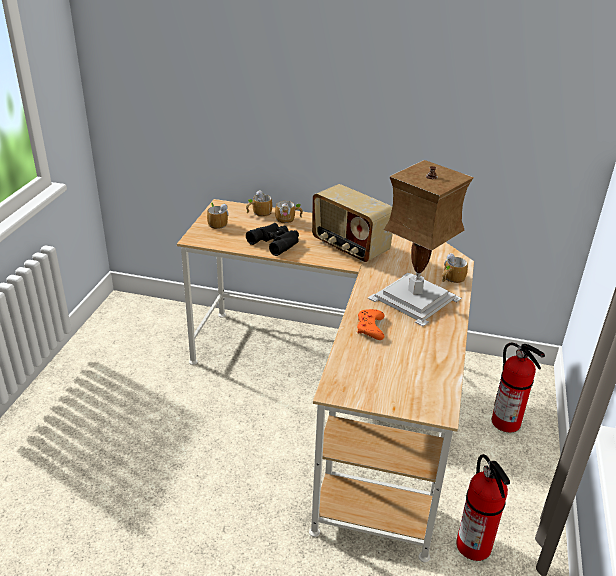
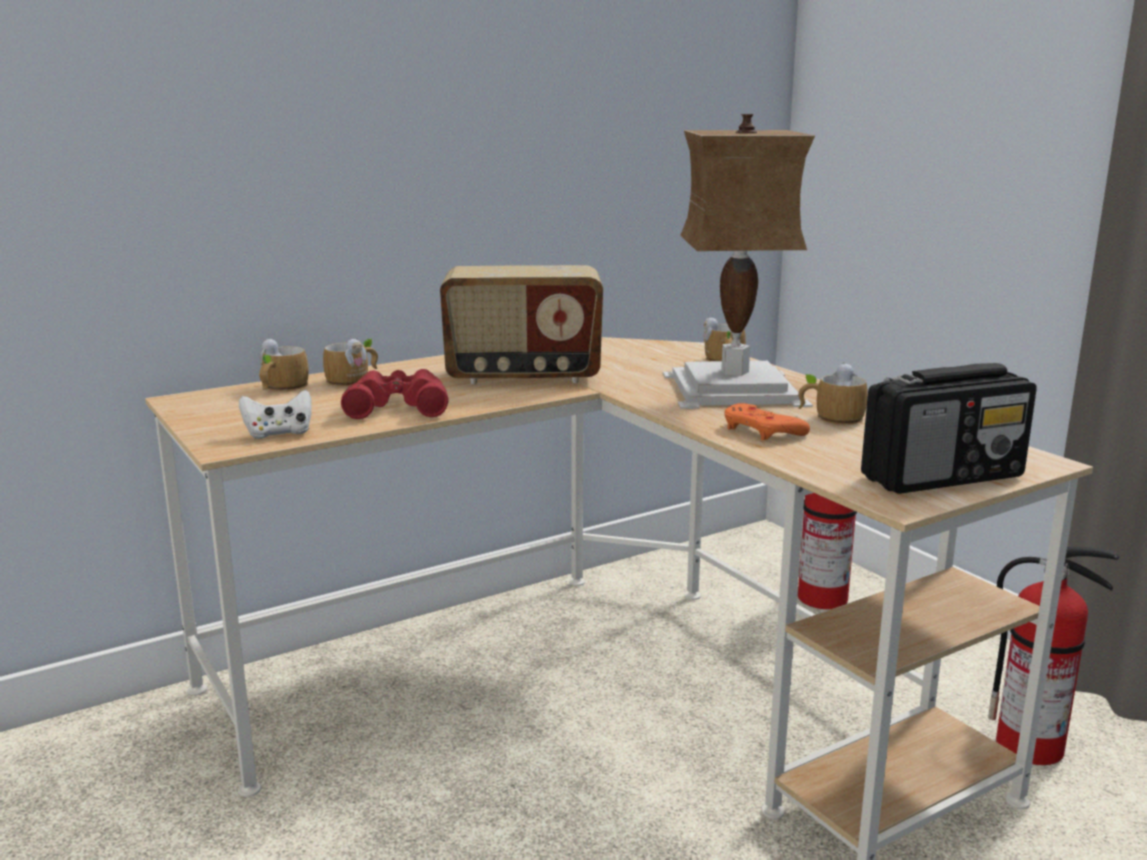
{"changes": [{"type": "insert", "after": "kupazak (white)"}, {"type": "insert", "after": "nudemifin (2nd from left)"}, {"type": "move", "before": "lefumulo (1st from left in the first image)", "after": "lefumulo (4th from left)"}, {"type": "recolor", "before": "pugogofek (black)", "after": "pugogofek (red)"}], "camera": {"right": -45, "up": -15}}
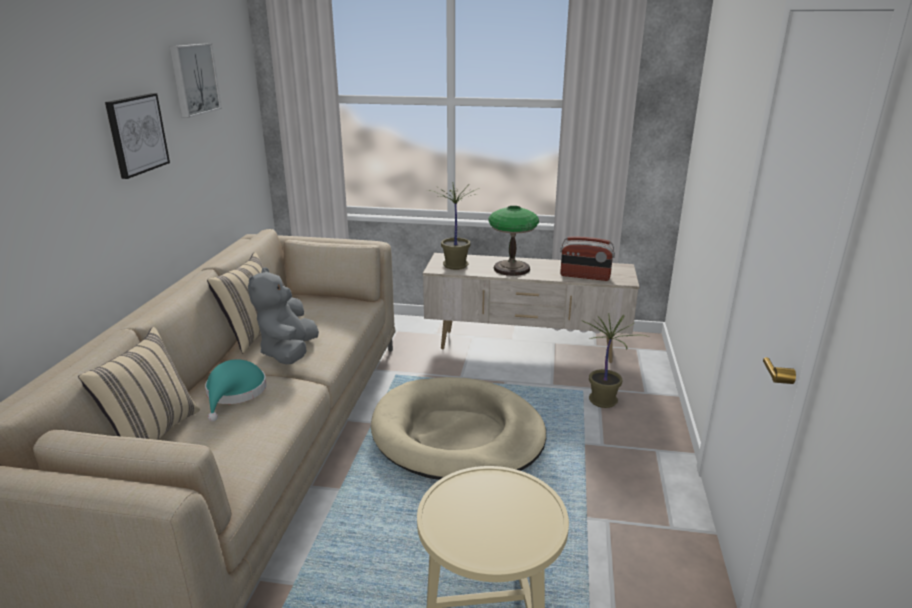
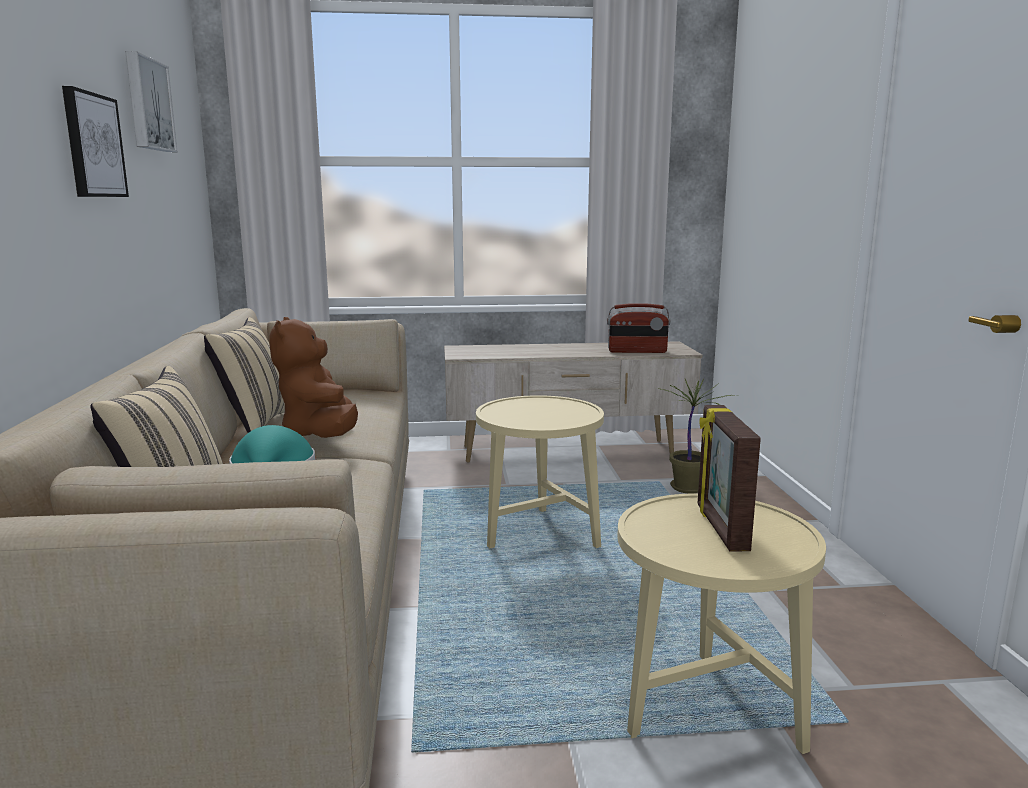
{"changes": [{"type": "delete", "before": "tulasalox (1st from left)"}, {"type": "delete", "before": "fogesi"}, {"type": "insert", "after": "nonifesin"}, {"type": "replace", "before": "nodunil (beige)", "after": "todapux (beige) (1st from left)"}, {"type": "recolor", "before": "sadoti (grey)", "after": "sadoti (brown)"}], "camera": {"right": -15, "up": -10}}
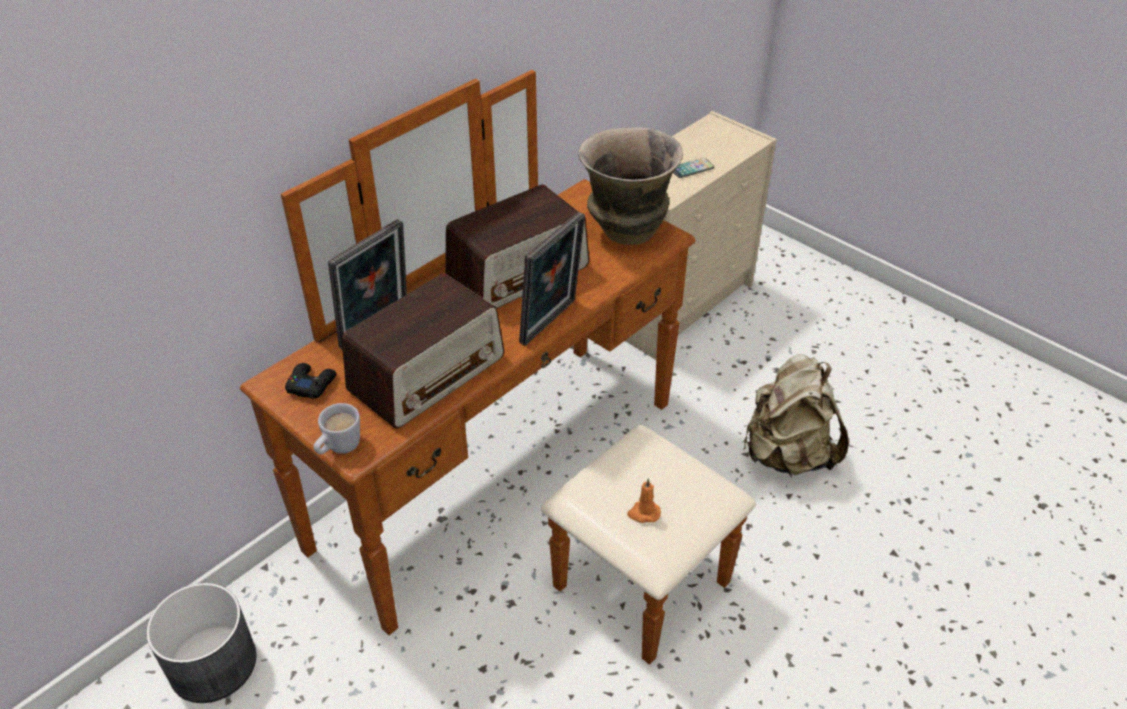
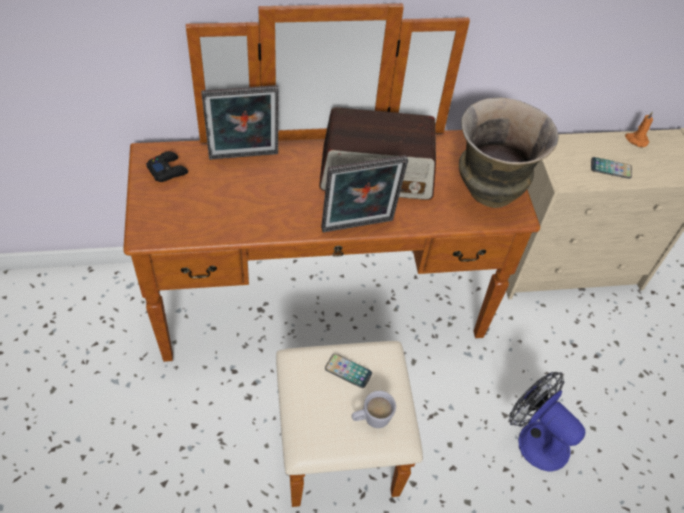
{"changes": [{"type": "delete", "before": "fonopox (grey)"}, {"type": "delete", "before": "nudemifin (1st from left)"}, {"type": "insert", "after": "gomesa (1st from left)"}, {"type": "move", "before": "lefumulo (white)"}, {"type": "move", "before": "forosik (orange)"}, {"type": "replace", "before": "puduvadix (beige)", "after": "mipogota"}], "camera": {"right": 35, "up": 10}}
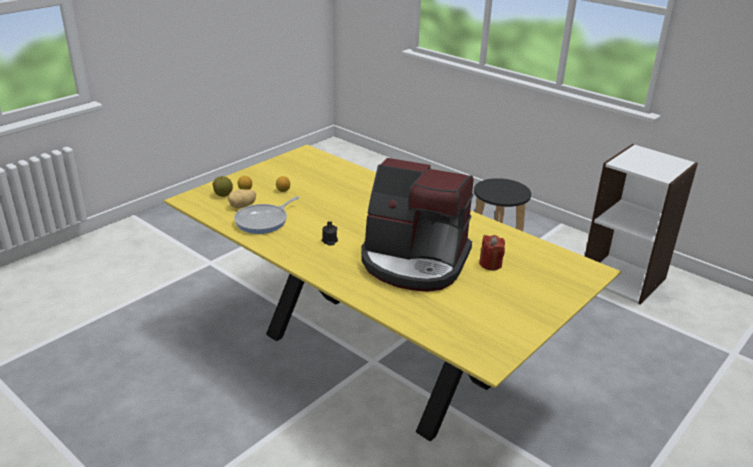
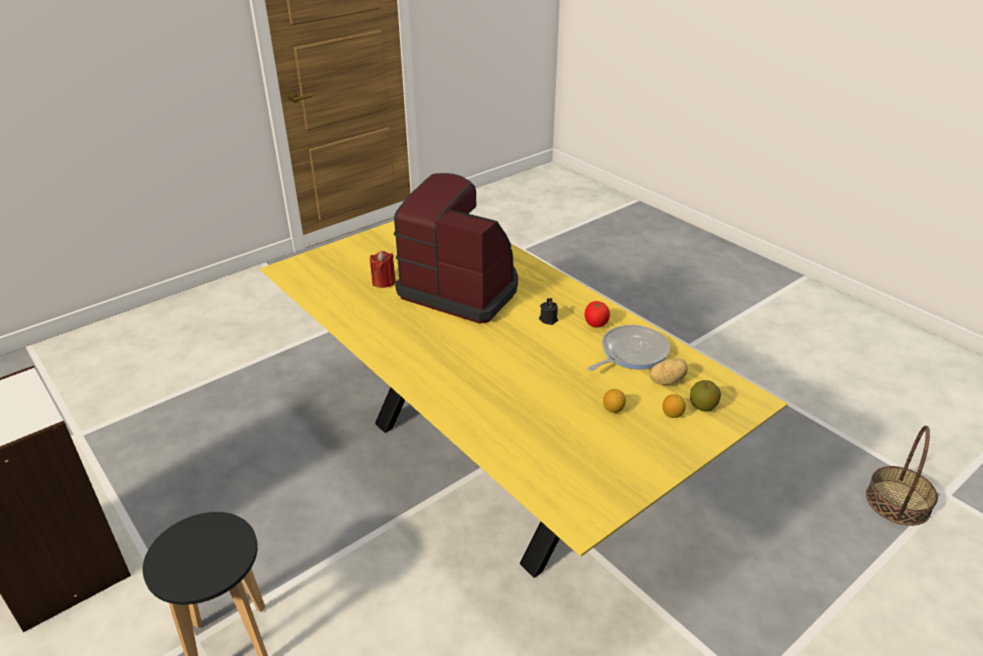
{"changes": [{"type": "insert", "after": "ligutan"}, {"type": "insert", "after": "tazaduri"}], "camera": {"right": -170, "up": 5}}
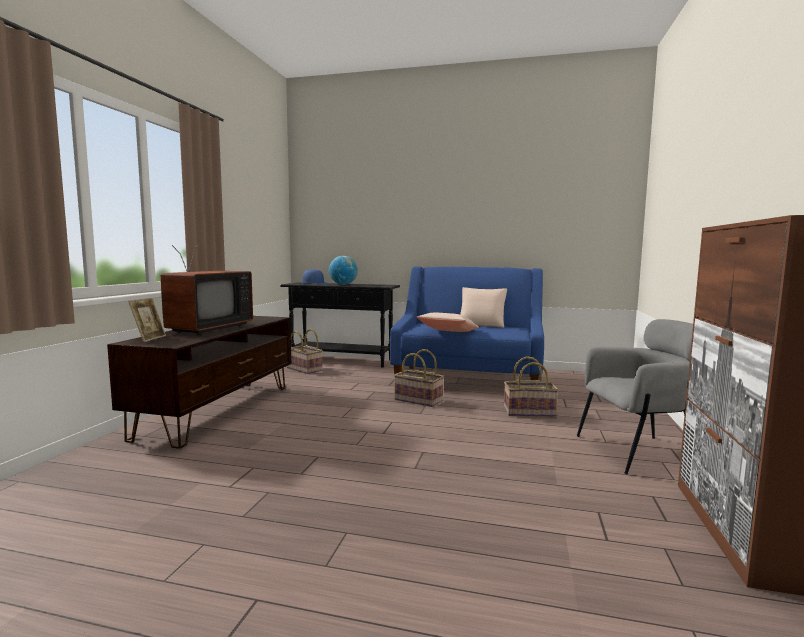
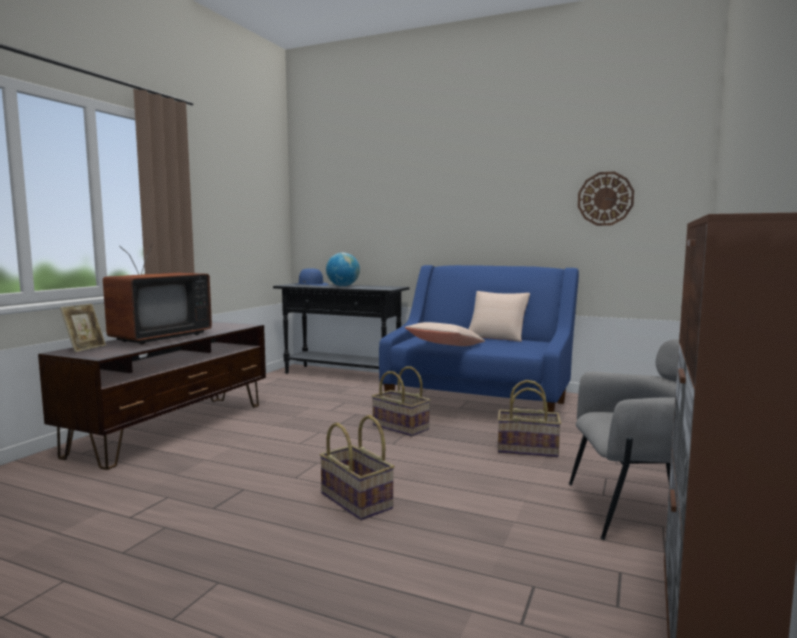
{"changes": [{"type": "insert", "after": "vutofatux"}, {"type": "move", "before": "tazaduri (1st from left)"}], "camera": {"right": 10, "up": 0}}
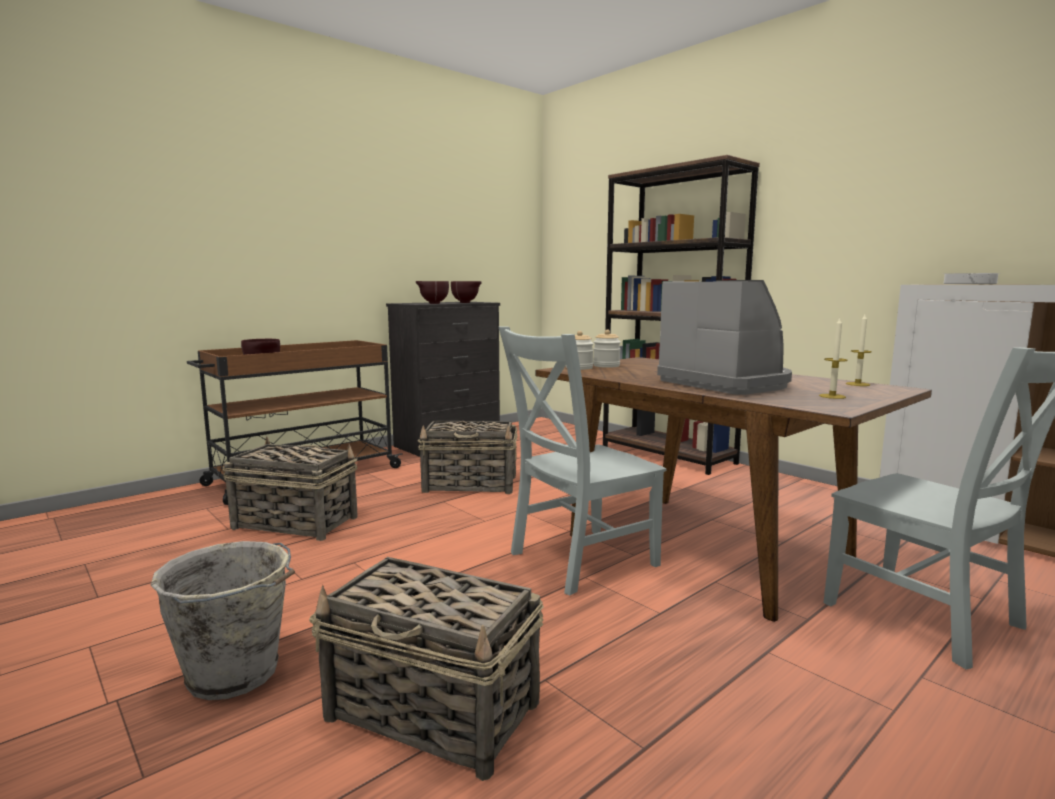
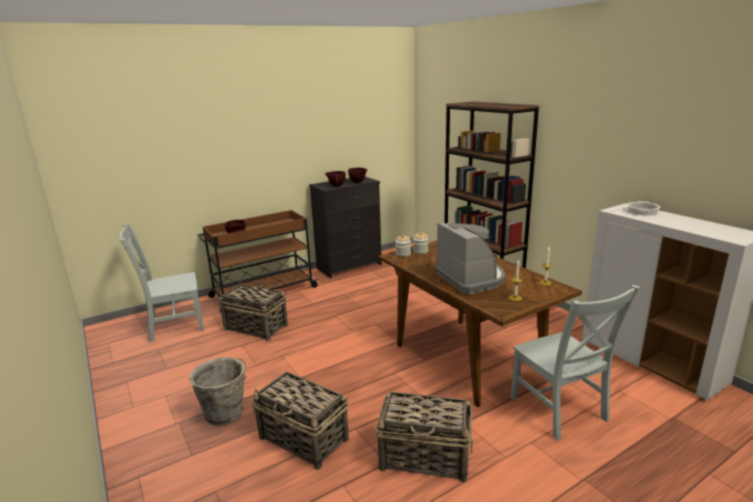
{"changes": [{"type": "move", "before": "tazaduri (3rd from left)"}, {"type": "move", "before": "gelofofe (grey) (1st from left)"}], "camera": {"right": 10, "up": 10}}
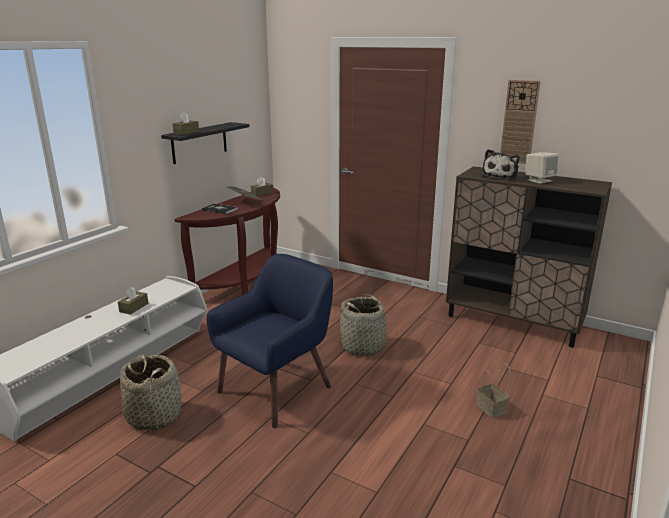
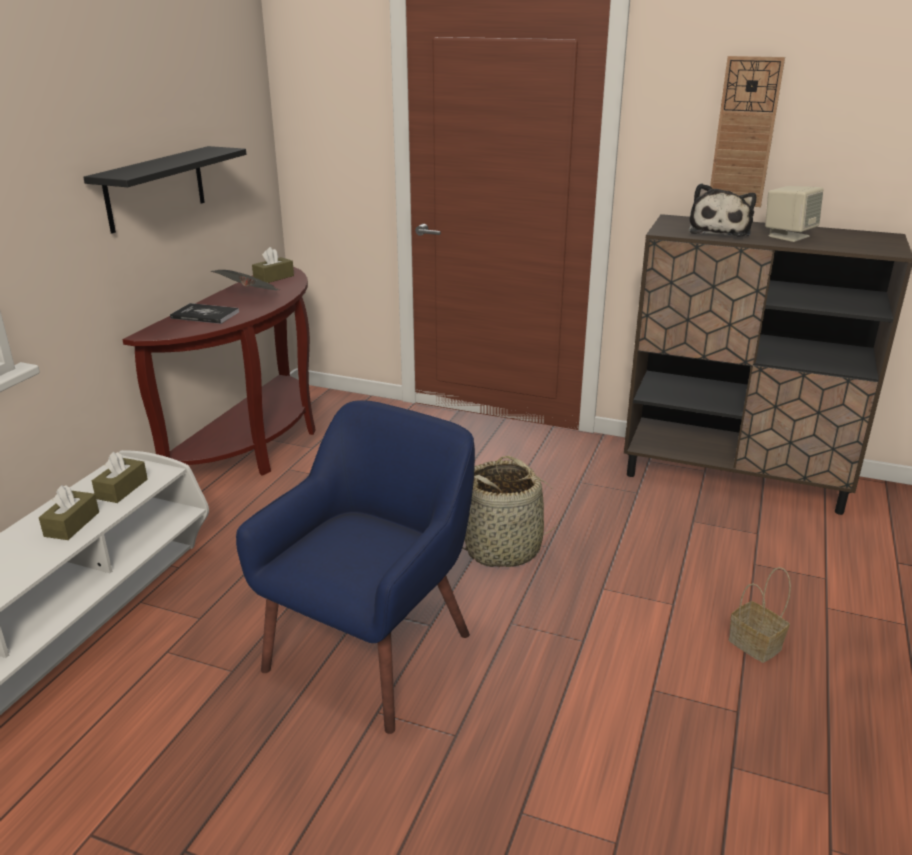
{"changes": [{"type": "delete", "before": "tazaduri (1st from left)"}, {"type": "move", "before": "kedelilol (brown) (2nd from left)"}], "camera": {"right": -10, "up": 5}}
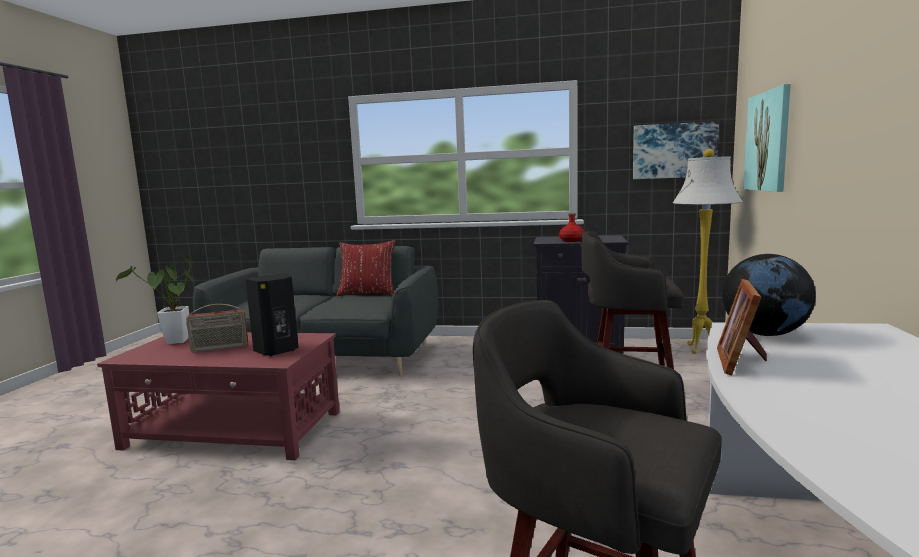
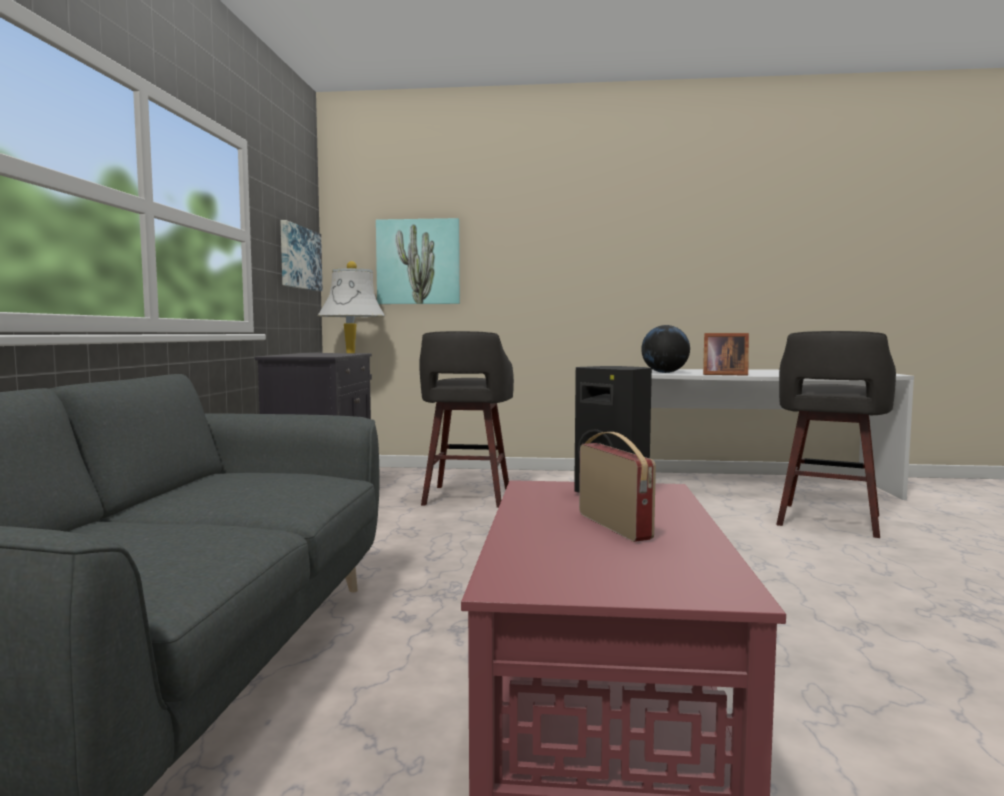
{"changes": [{"type": "delete", "before": "tulasalox"}, {"type": "delete", "before": "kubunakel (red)"}, {"type": "delete", "before": "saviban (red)"}], "camera": {"right": -95, "up": -5}}
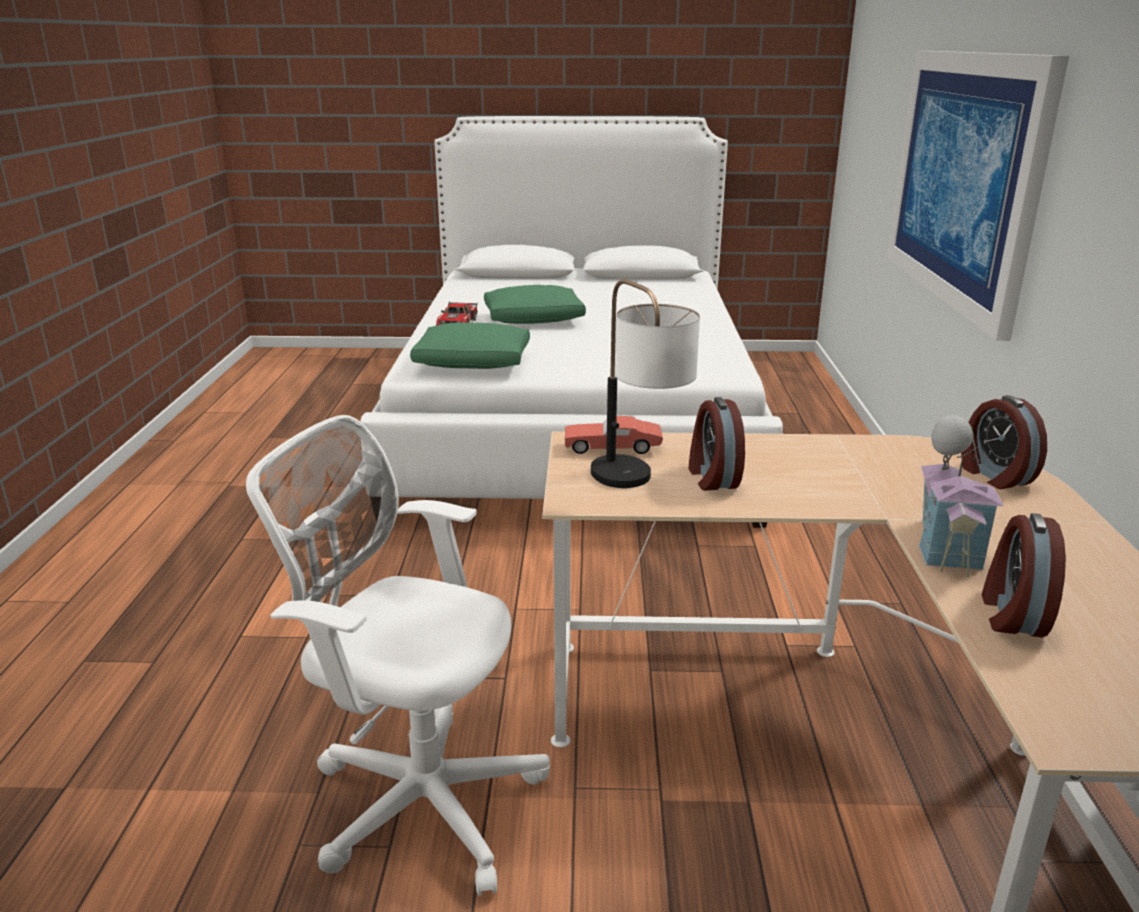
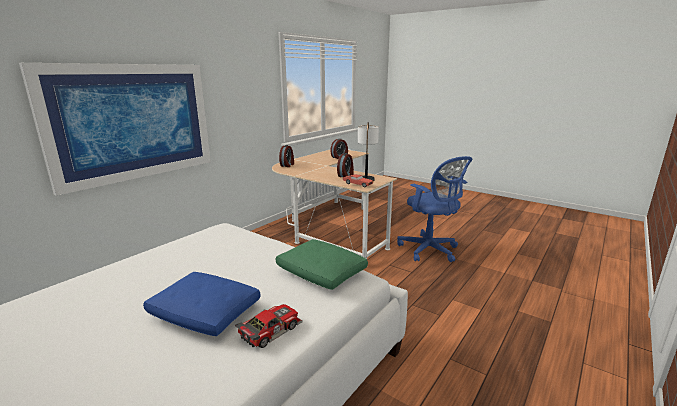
{"changes": [{"type": "delete", "before": "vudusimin"}, {"type": "recolor", "before": "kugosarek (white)", "after": "kugosarek (blue)"}, {"type": "recolor", "before": "kubunakel (green) (2nd from left)", "after": "kubunakel (blue)"}], "camera": {"right": -145, "up": -5}}
